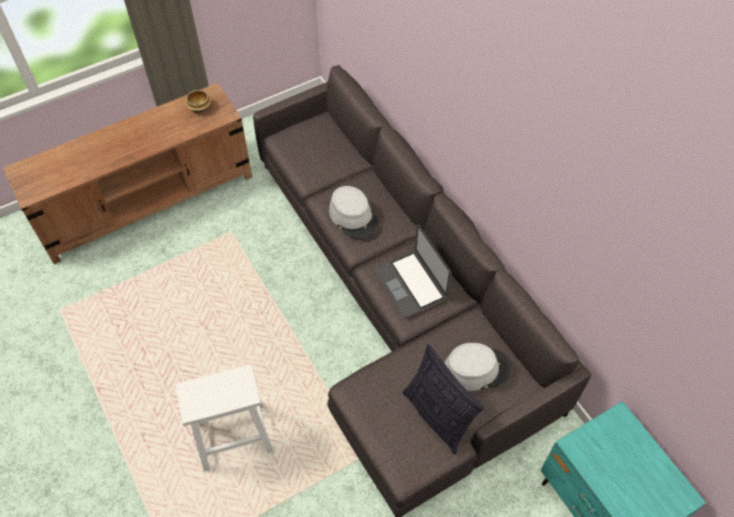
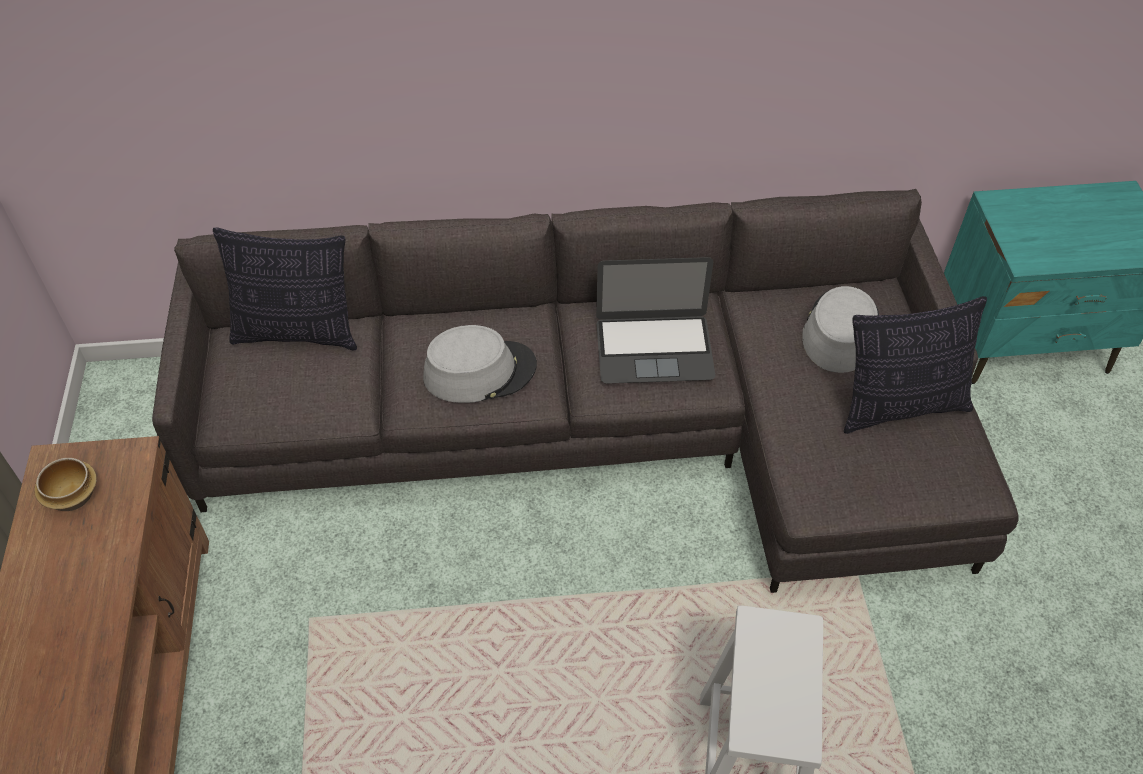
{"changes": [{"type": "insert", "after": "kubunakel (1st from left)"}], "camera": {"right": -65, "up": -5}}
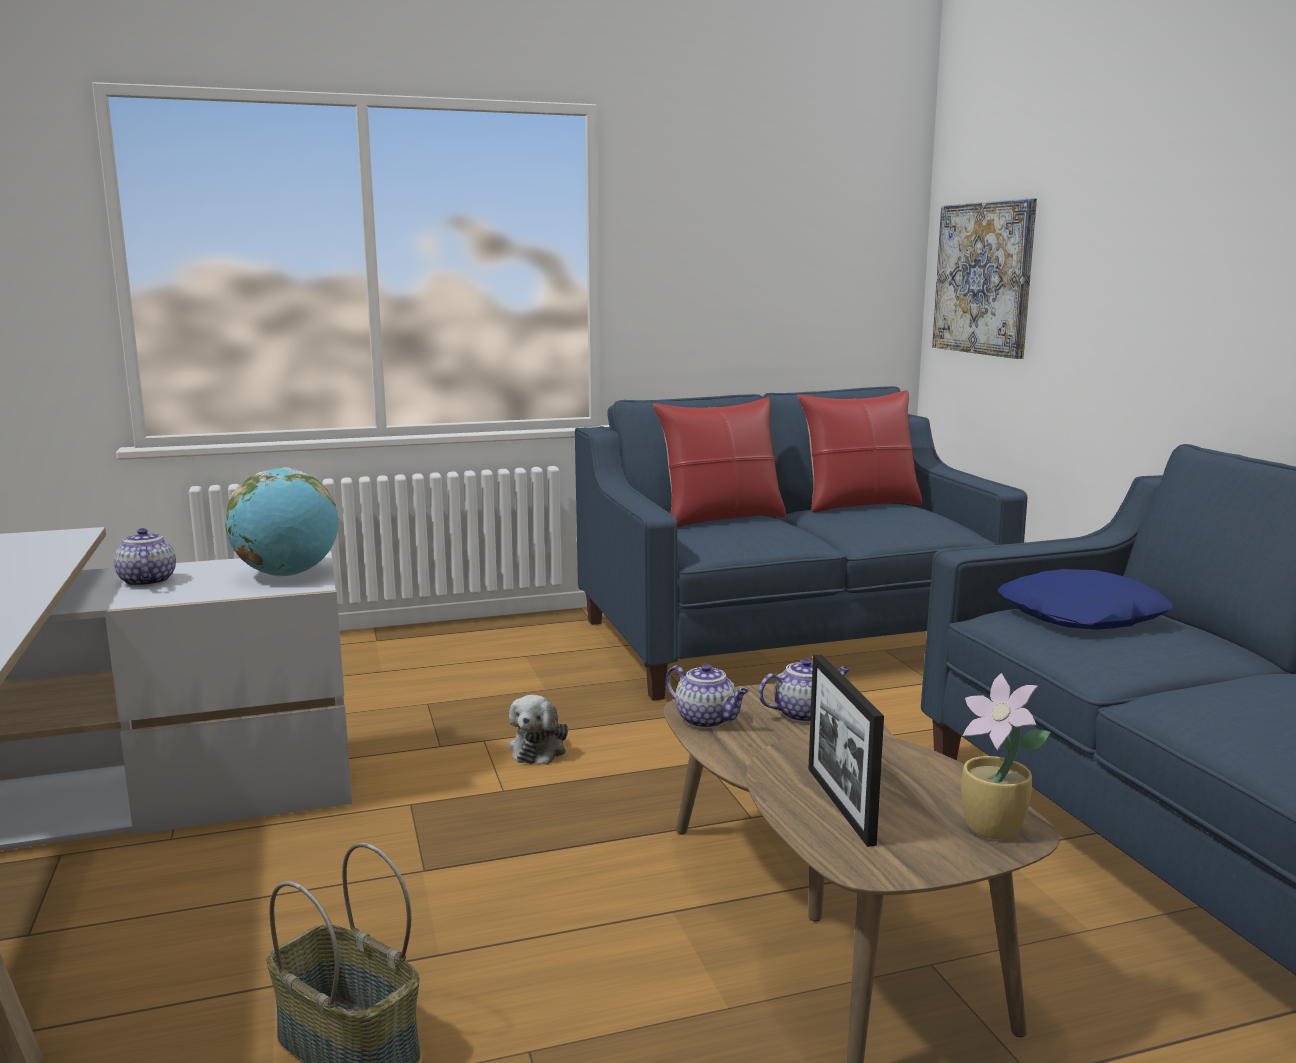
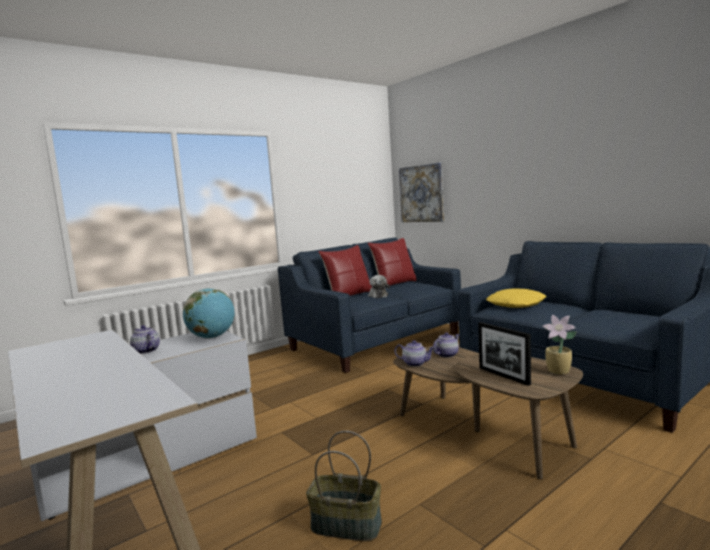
{"changes": [{"type": "move", "before": "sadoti"}, {"type": "recolor", "before": "kubunakel (blue)", "after": "kubunakel (yellow)"}], "camera": {"right": -20, "up": -5}}
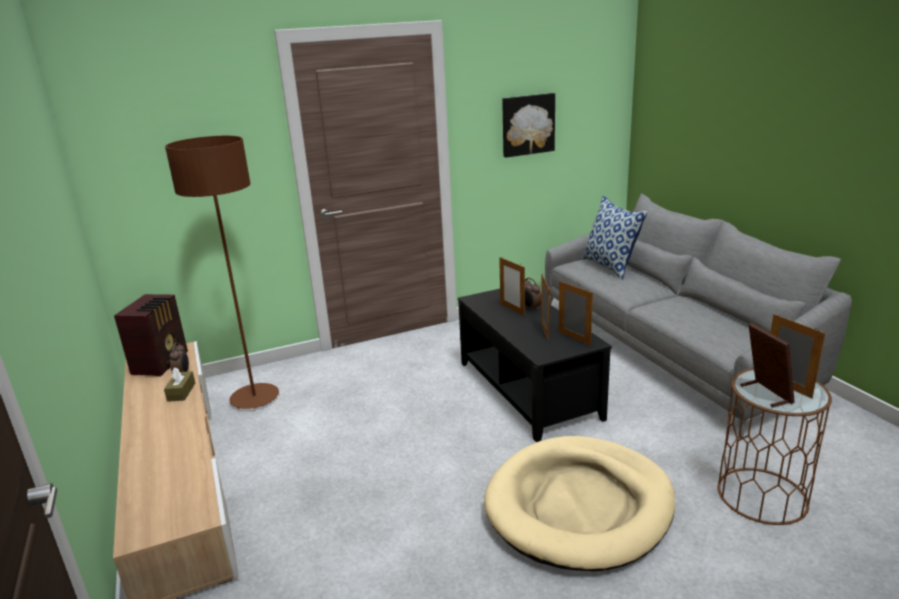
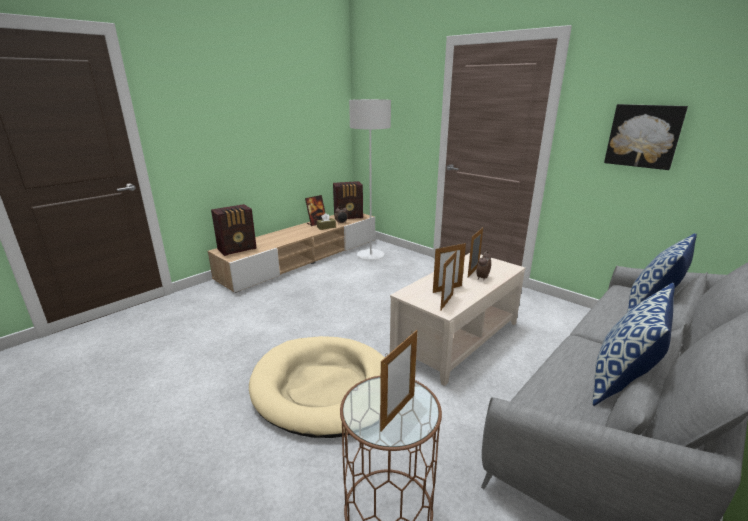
{"changes": [{"type": "insert", "after": "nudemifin (1st from left)"}, {"type": "insert", "after": "kubunakel (1st from left)"}, {"type": "move", "before": "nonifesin (4th from left in the first image)", "after": "nonifesin (1st from left)"}, {"type": "recolor", "before": "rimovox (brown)", "after": "rimovox (grey)"}, {"type": "recolor", "before": "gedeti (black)", "after": "gedeti (beige)"}], "camera": {"right": 65, "up": 0}}
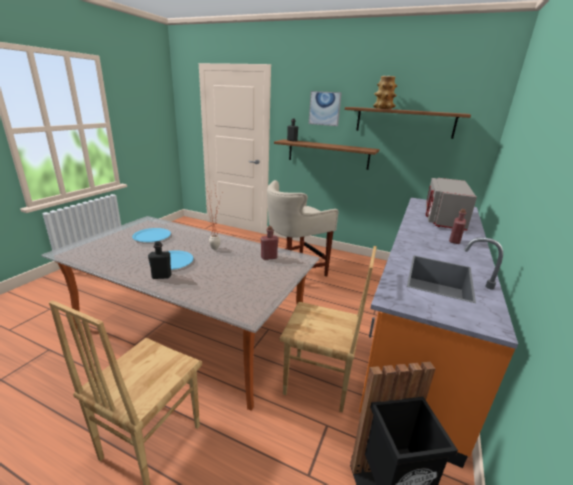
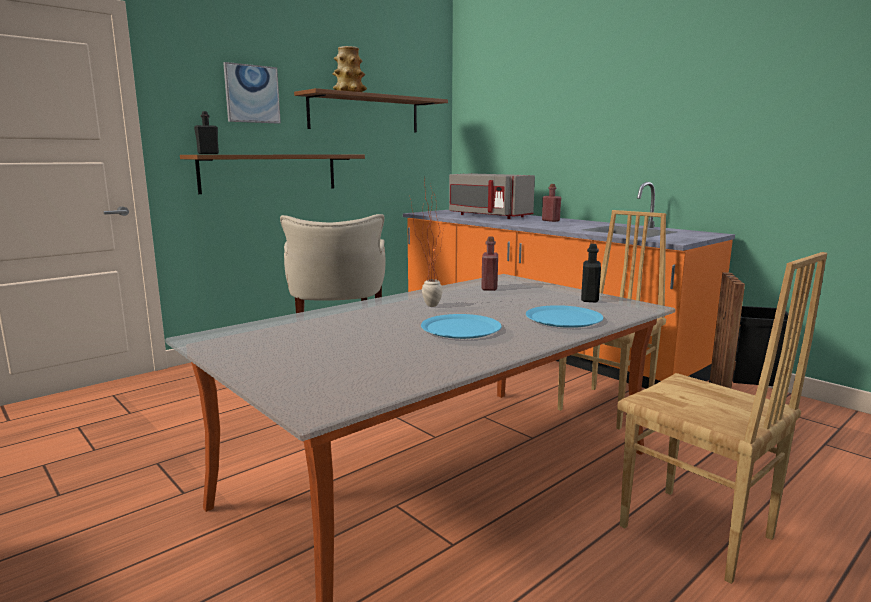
{"changes": [{"type": "move", "before": "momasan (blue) (1st from left in the first image)", "after": "momasan (blue) (2nd from left)"}, {"type": "move", "before": "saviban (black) (1st from left in the first image)", "after": "saviban (black) (2nd from left)"}], "camera": {"right": -65, "up": -10}}
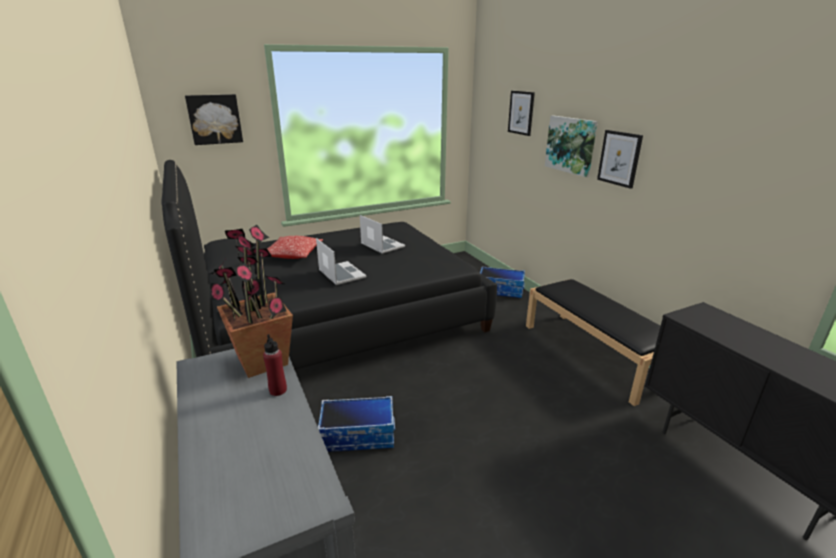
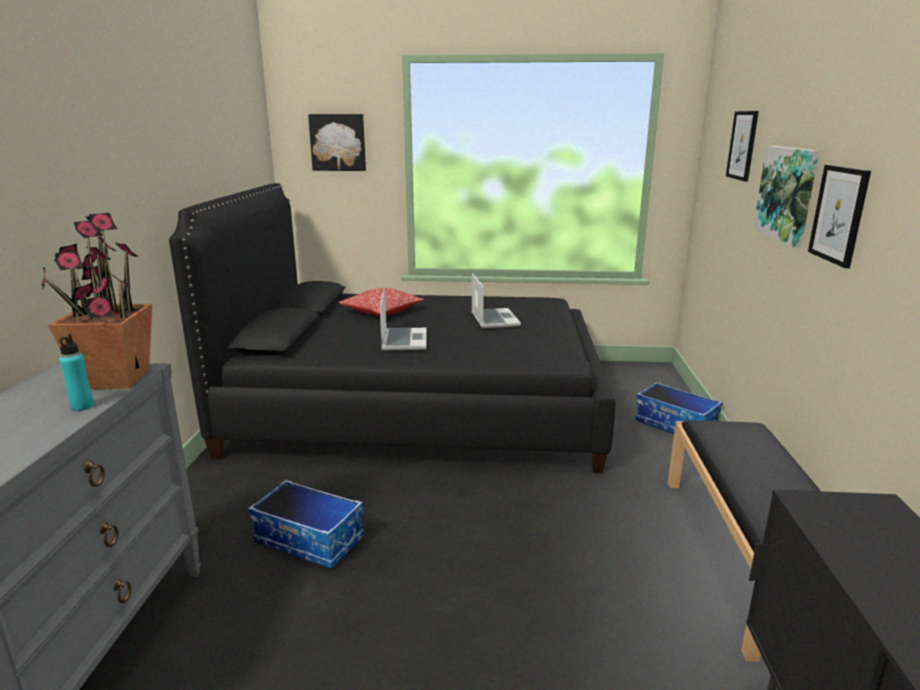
{"changes": [{"type": "recolor", "before": "saviban (red)", "after": "saviban (turquoise)"}], "camera": {"right": 30, "up": -5}}
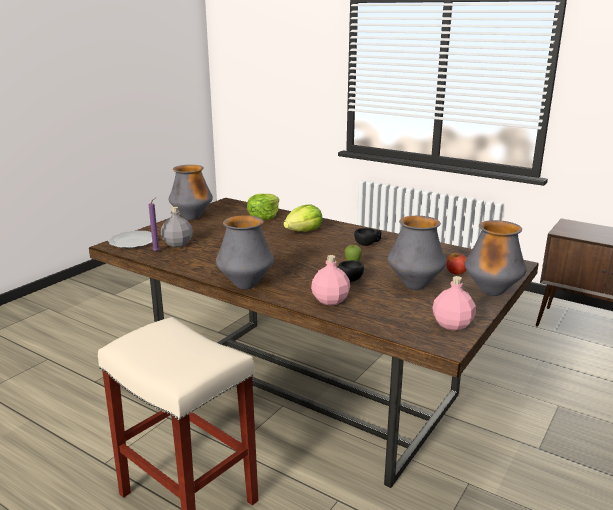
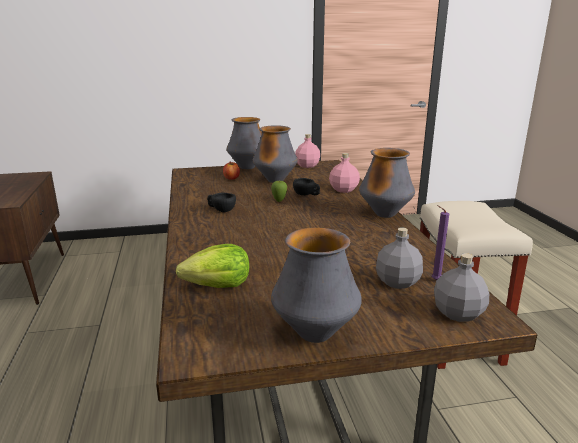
{"changes": [{"type": "delete", "before": "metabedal (2nd from left)"}, {"type": "replace", "before": "momasan", "after": "saviban (grey) (2nd from left)"}], "camera": {"right": -135, "up": 0}}
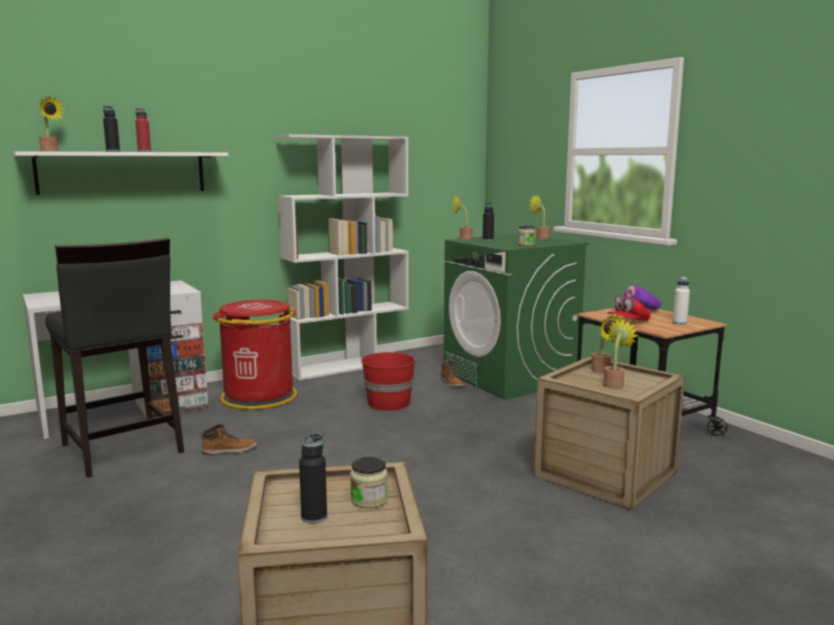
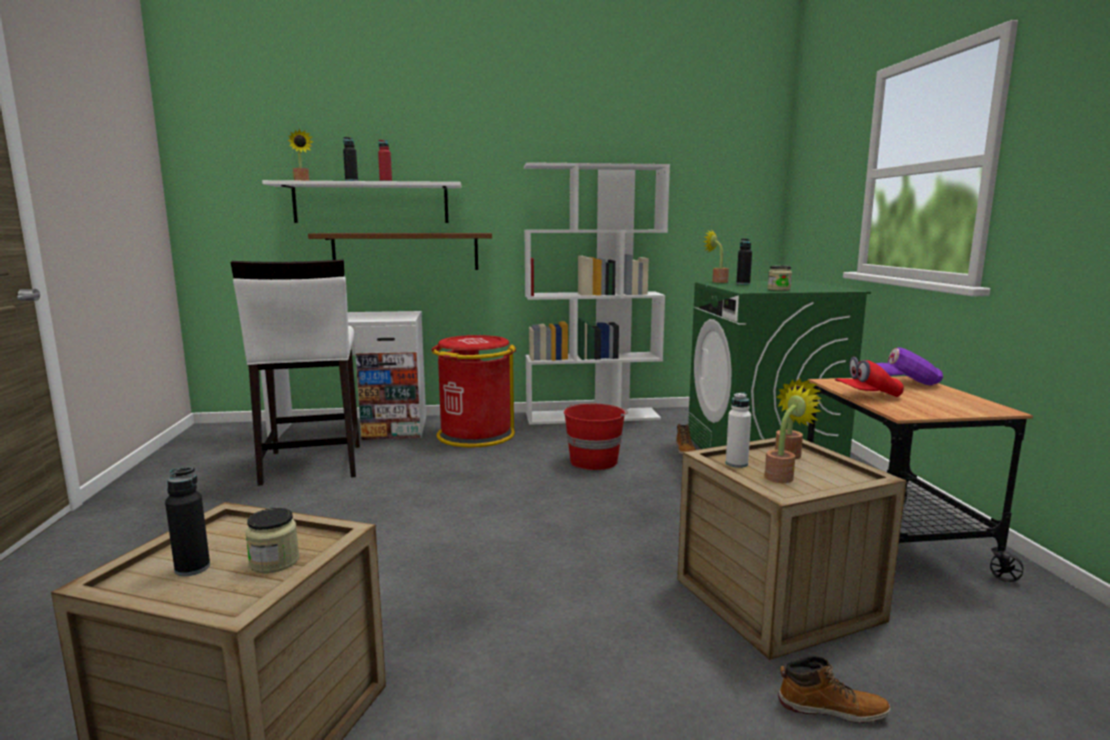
{"changes": [{"type": "delete", "before": "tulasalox (3rd from left)"}, {"type": "insert", "after": "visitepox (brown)"}, {"type": "move", "before": "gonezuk (1st from left in the first image)", "after": "gonezuk (2nd from left)"}, {"type": "move", "before": "saviban (white)"}, {"type": "recolor", "before": "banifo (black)", "after": "banifo (white)"}], "camera": {"right": 25, "up": 0}}
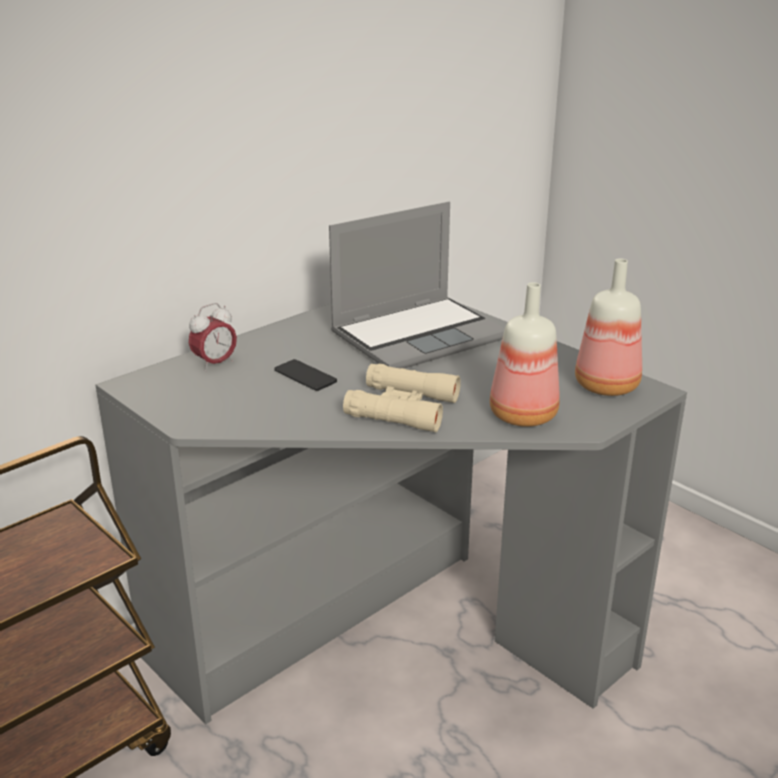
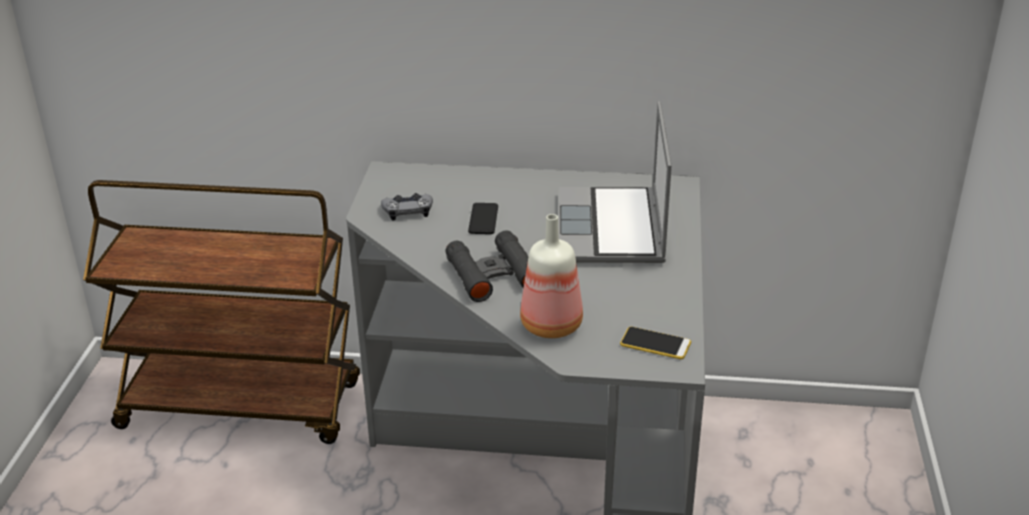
{"changes": [{"type": "delete", "before": "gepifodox"}, {"type": "insert", "after": "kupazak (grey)"}, {"type": "replace", "before": "saviban (2nd from left)", "after": "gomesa (2nd from left)"}, {"type": "recolor", "before": "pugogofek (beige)", "after": "pugogofek (black)"}, {"type": "rotate", "before": "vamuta", "turn": 75}], "camera": {"right": 50, "up": 5}}
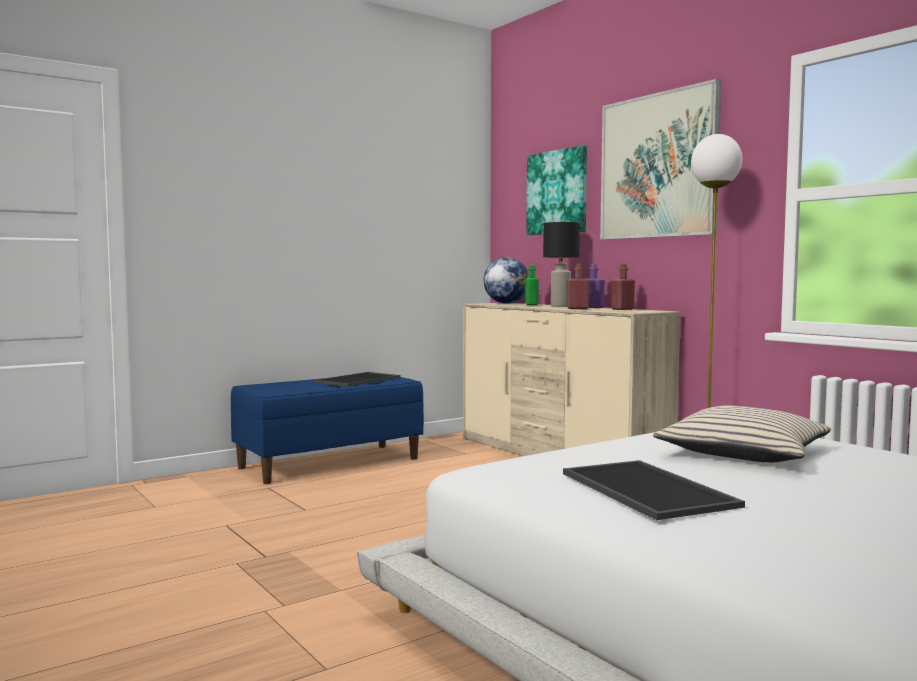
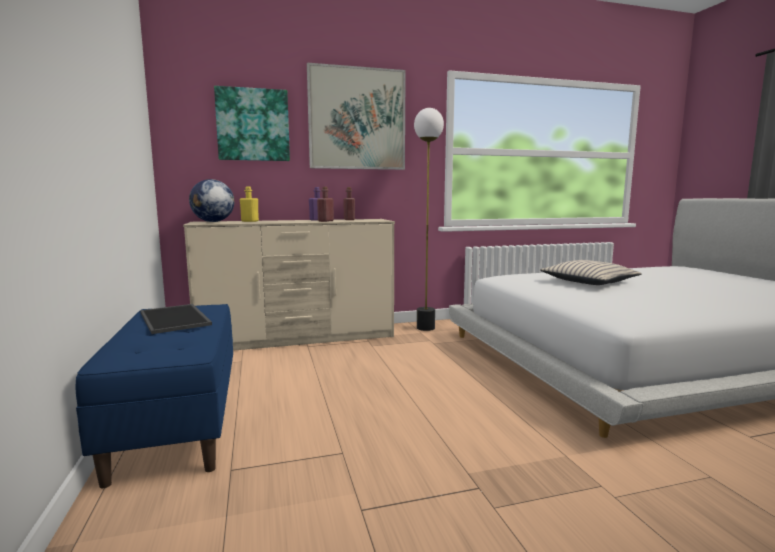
{"changes": [{"type": "delete", "before": "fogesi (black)"}, {"type": "delete", "before": "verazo (2nd from left)"}, {"type": "recolor", "before": "saviban (green)", "after": "saviban (yellow)"}], "camera": {"right": -70, "up": 5}}
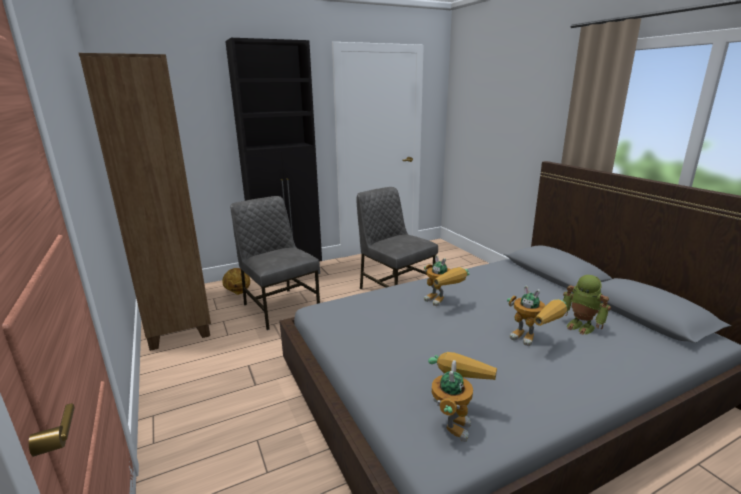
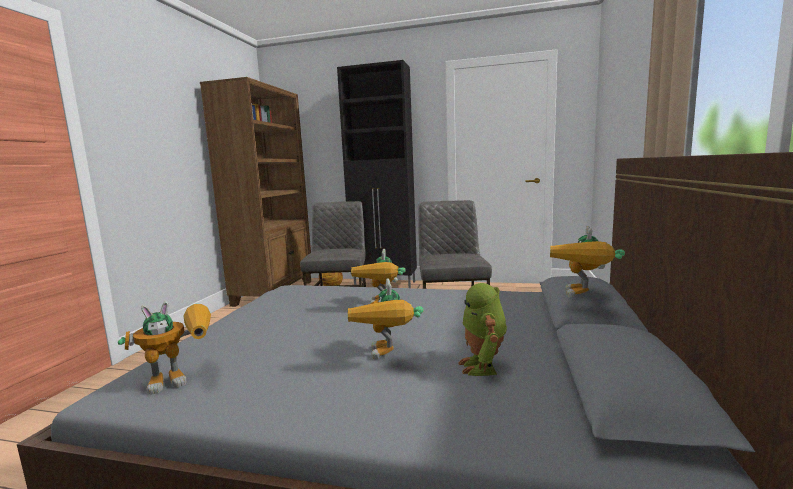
{"changes": [{"type": "insert", "after": "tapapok (5th from left)"}], "camera": {"right": 40, "up": -10}}
